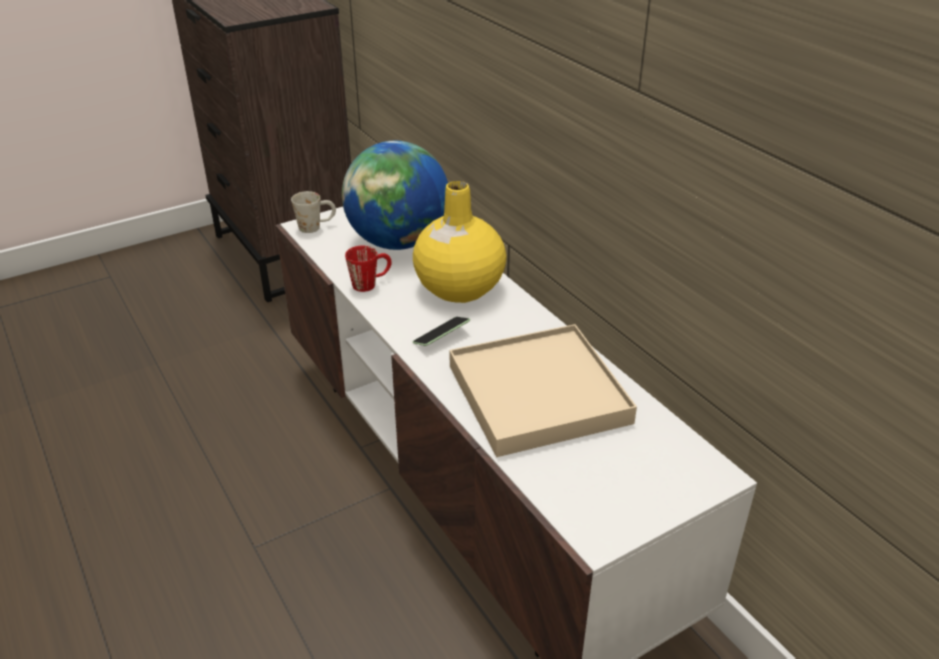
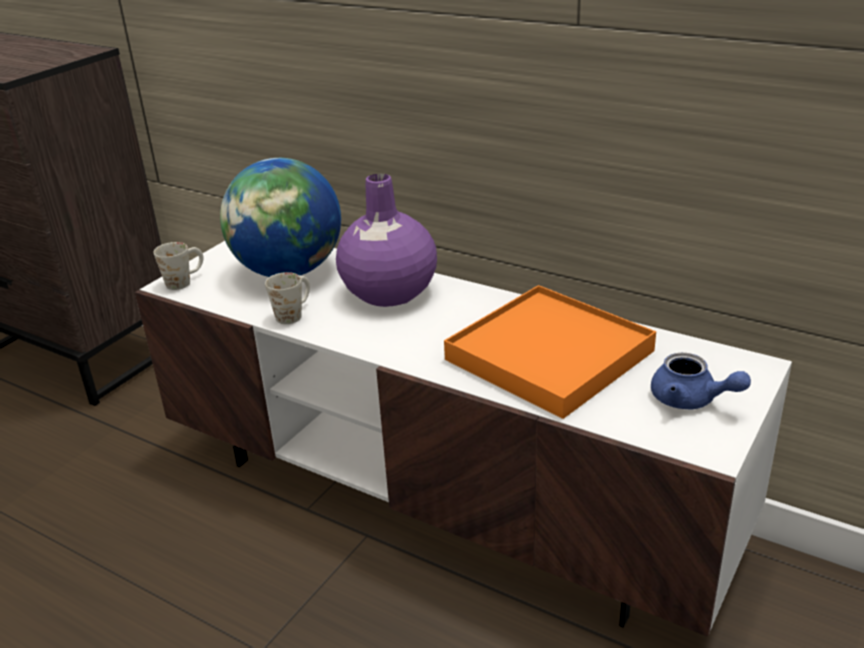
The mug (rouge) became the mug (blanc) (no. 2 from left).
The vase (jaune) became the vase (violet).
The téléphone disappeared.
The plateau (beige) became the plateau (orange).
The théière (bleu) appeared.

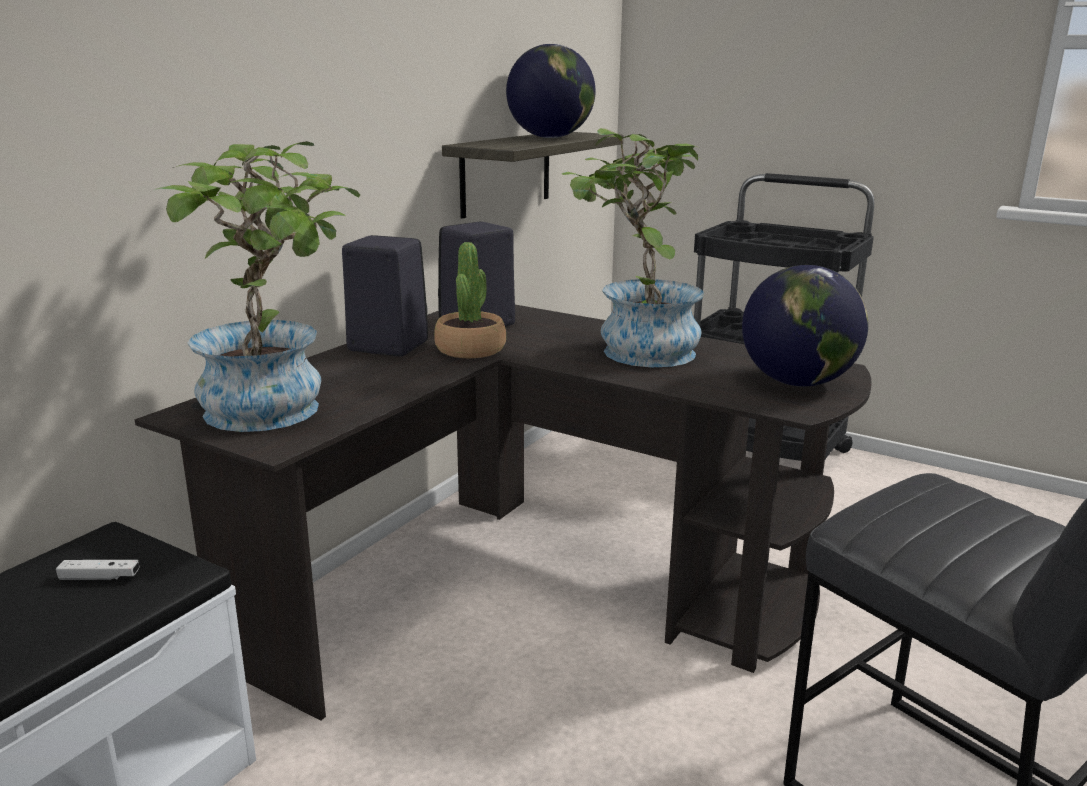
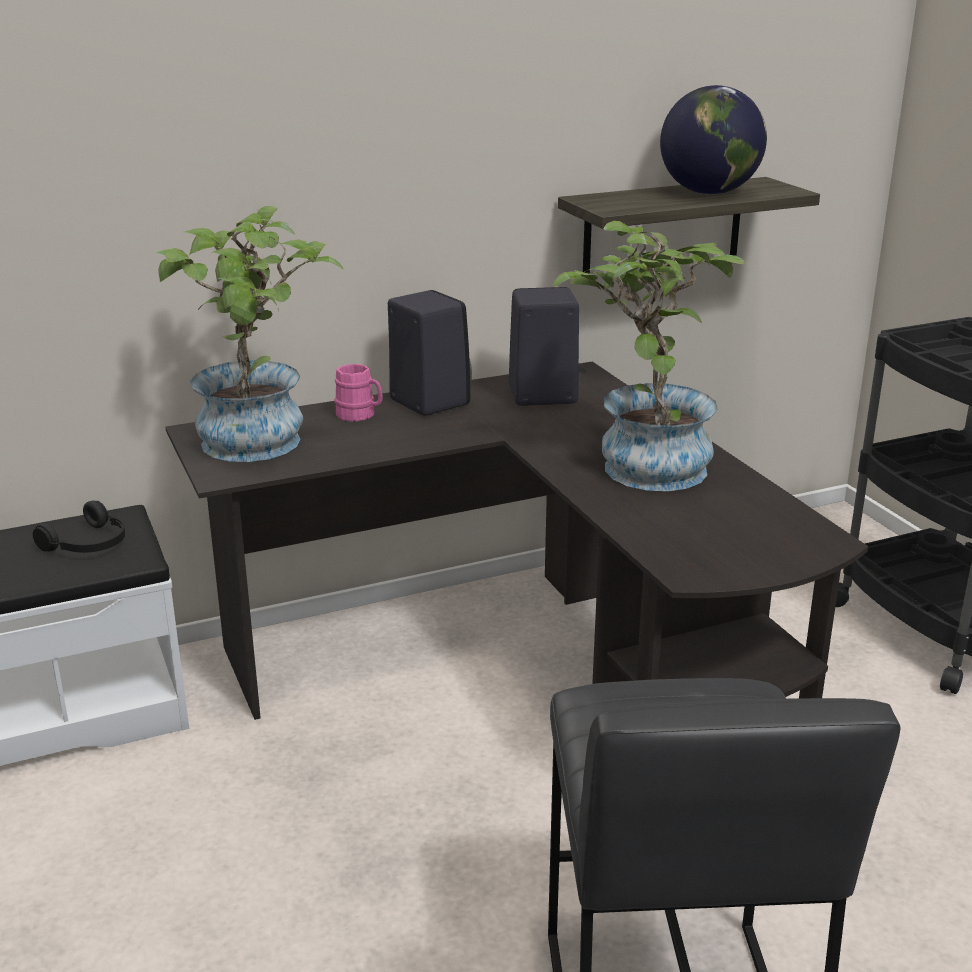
The manette (blanc) was replaced by the casque audio (noir).
The plante en pot (no. 2 from left) disappeared.
The globe (no. 2 from left) disappeared.
The mug (rose) appeared.

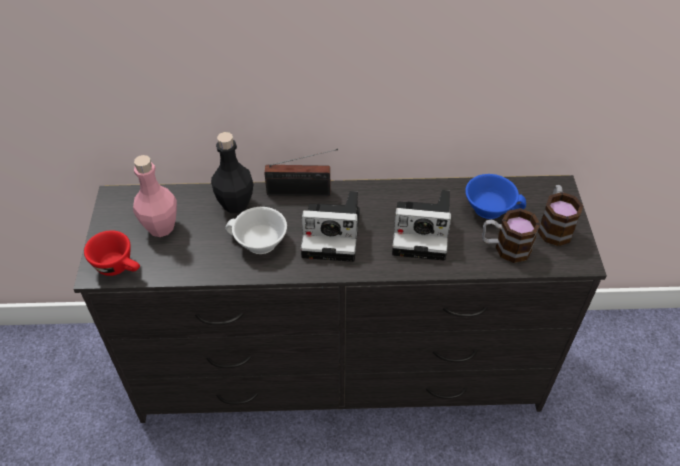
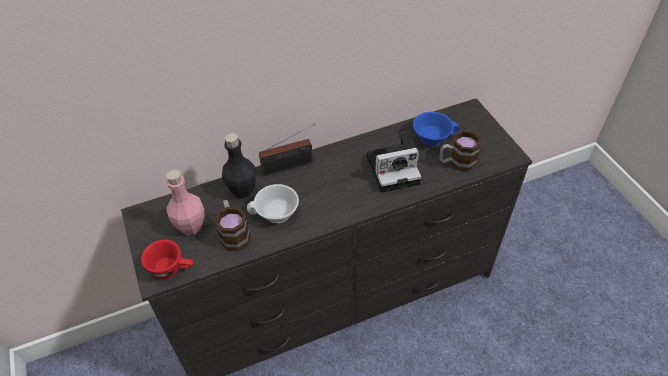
The appareil photo (no. 1 from left) disappeared.
The mug (no. 2 from left in the first image) moved.

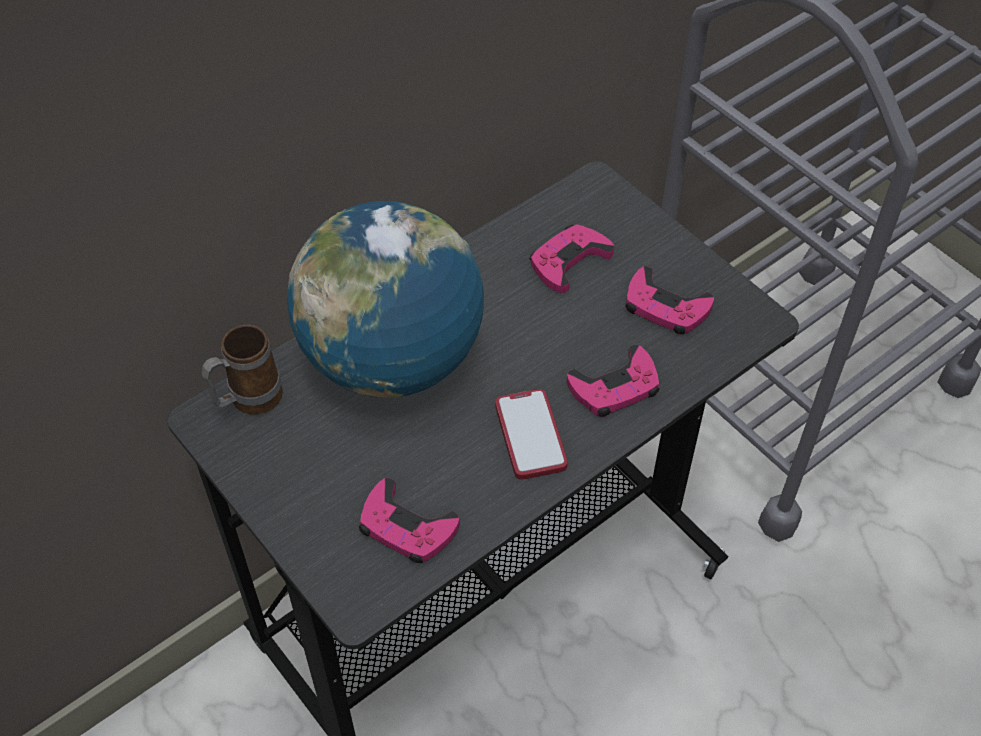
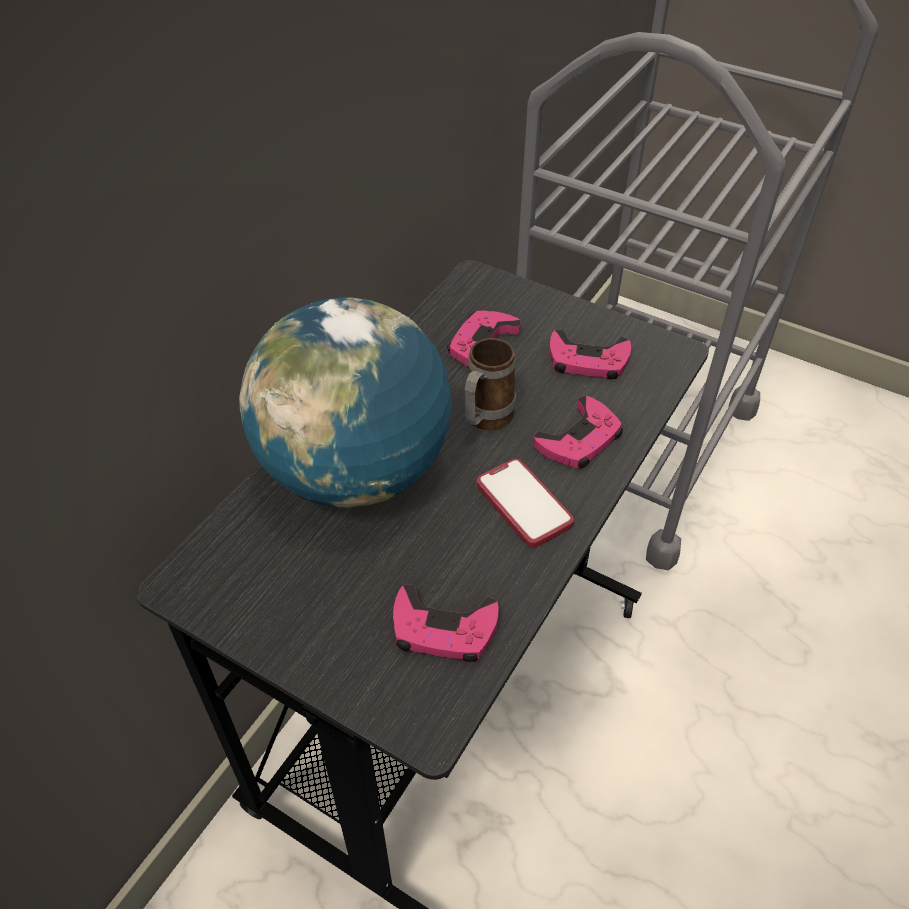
The mug moved.

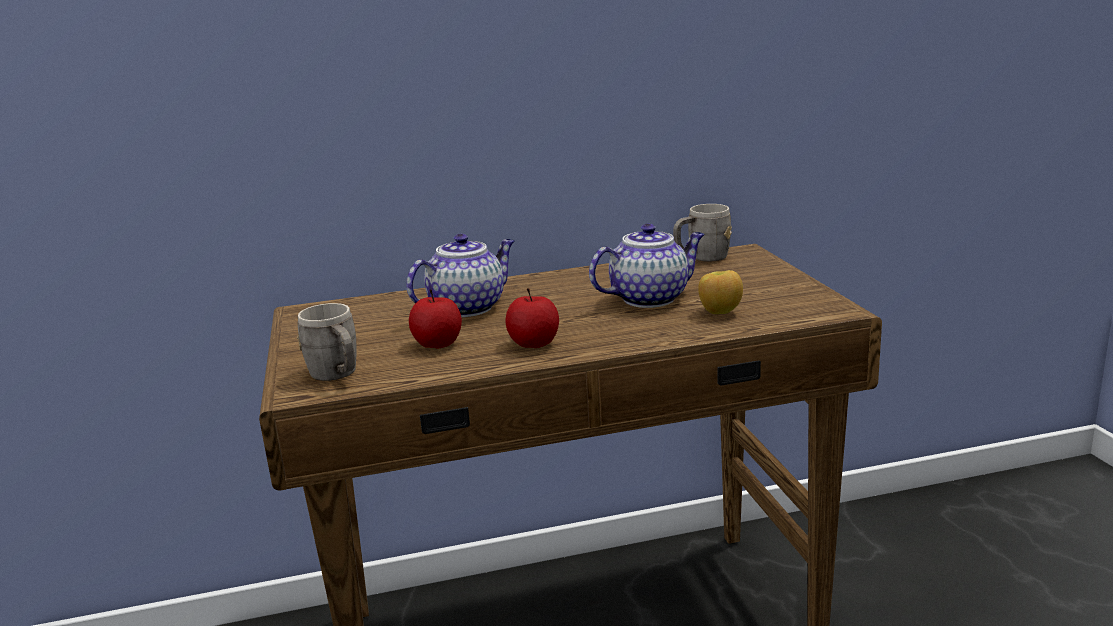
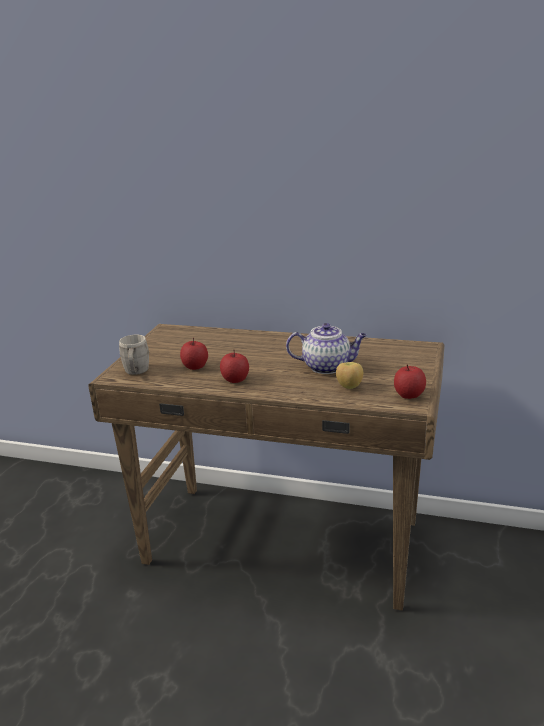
The théière (no. 1 from left) disappeared.
The mug (gris) (no. 2 from left) disappeared.
The pomme (no. 4 from left) appeared.

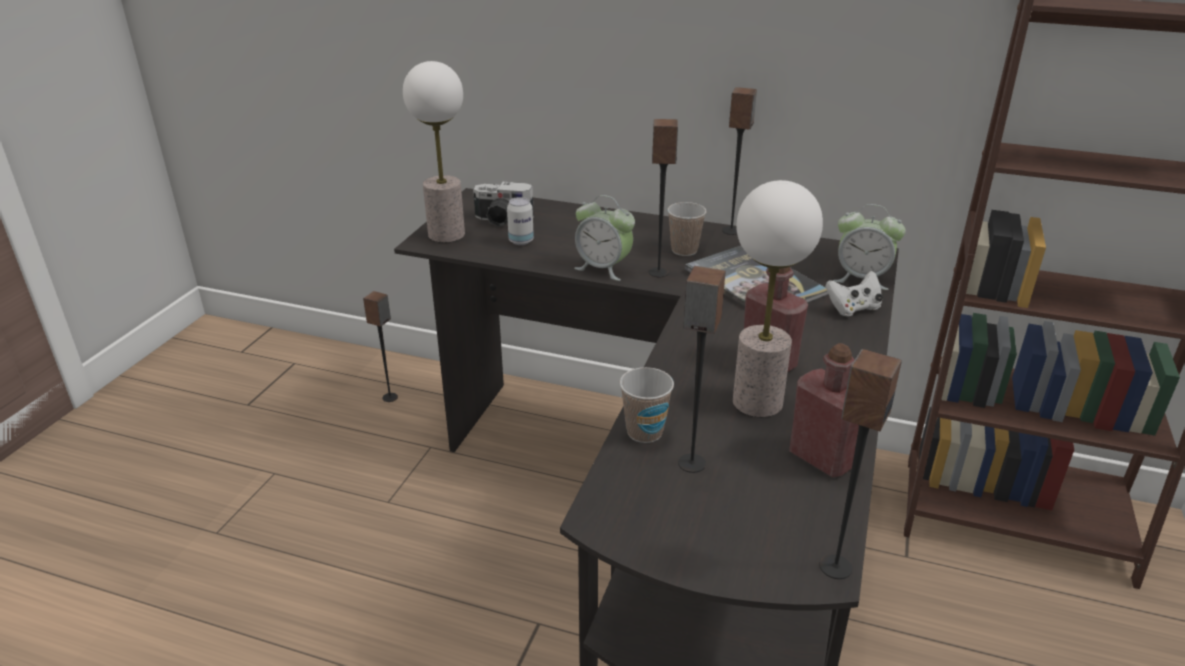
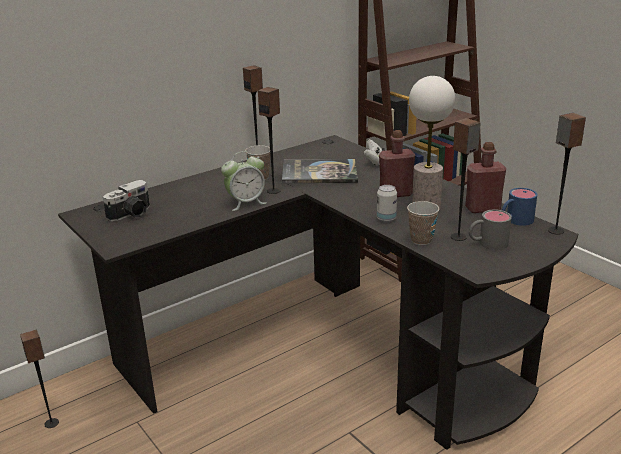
The lampe de table (no. 1 from left) disappeared.
The boîte métallique moved.
The réveil (no. 2 from left) disappeared.
The mug (gris) appeared.
The mug (bleu) appeared.

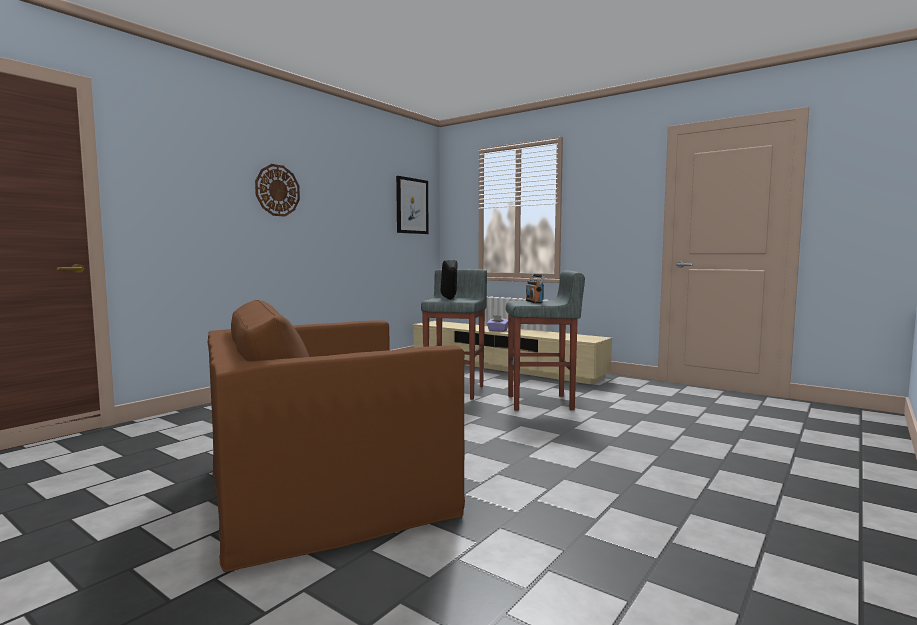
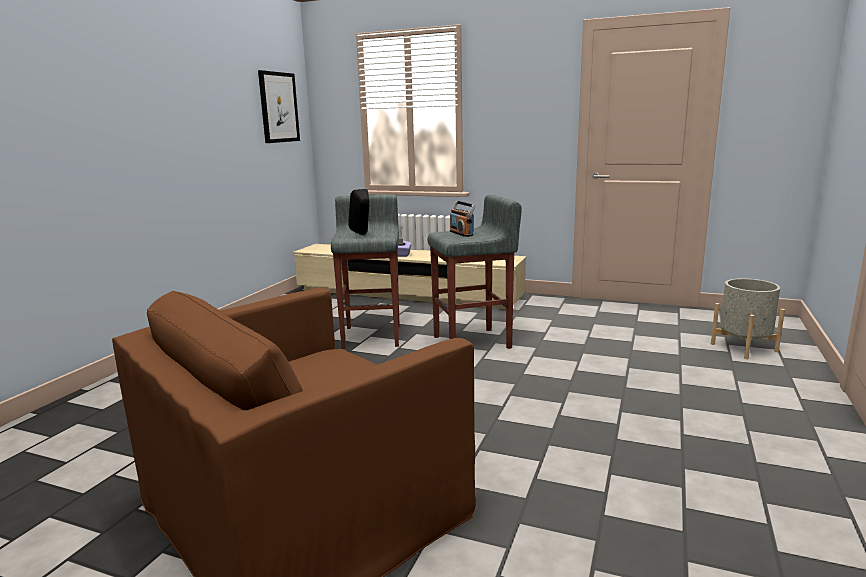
The horloge murale disappeared.
The cache-pot (gris) appeared.

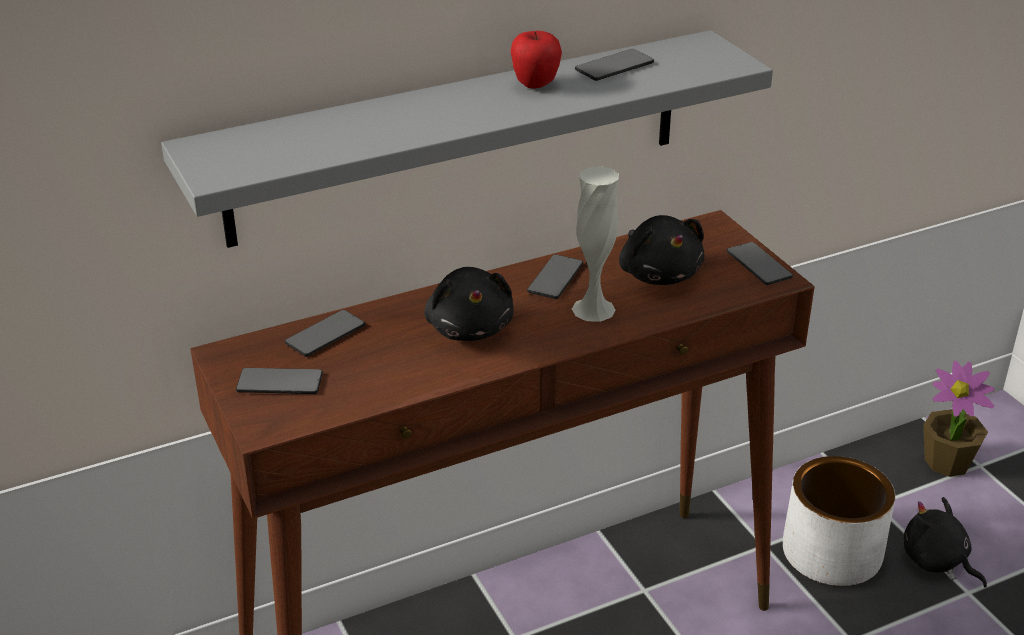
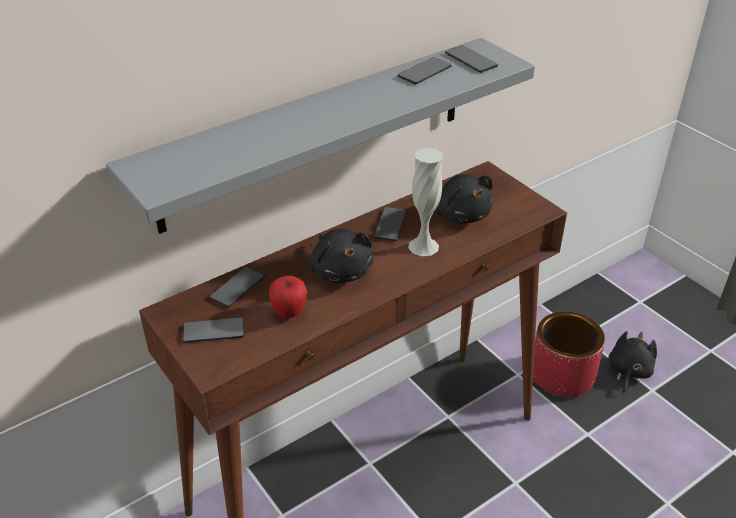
The pomme moved.
The téléphone (no. 5 from left) moved.
The cache-pot (blanc) became the cache-pot (rouge).
The peluche (noir) (no. 3 from left) turned 75 degrees clockwise.
The plante en pot disappeared.

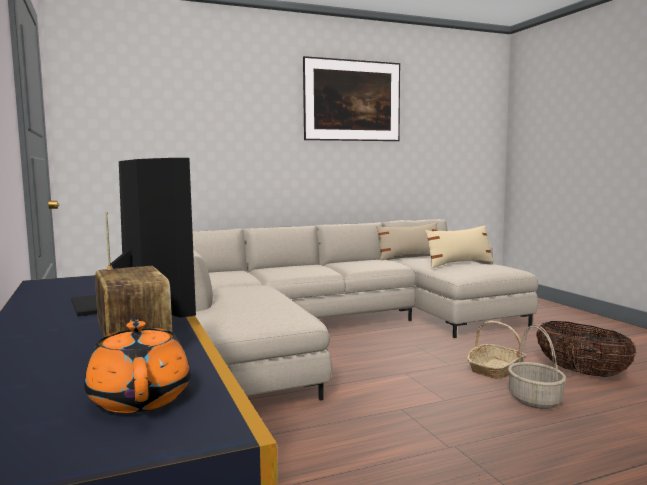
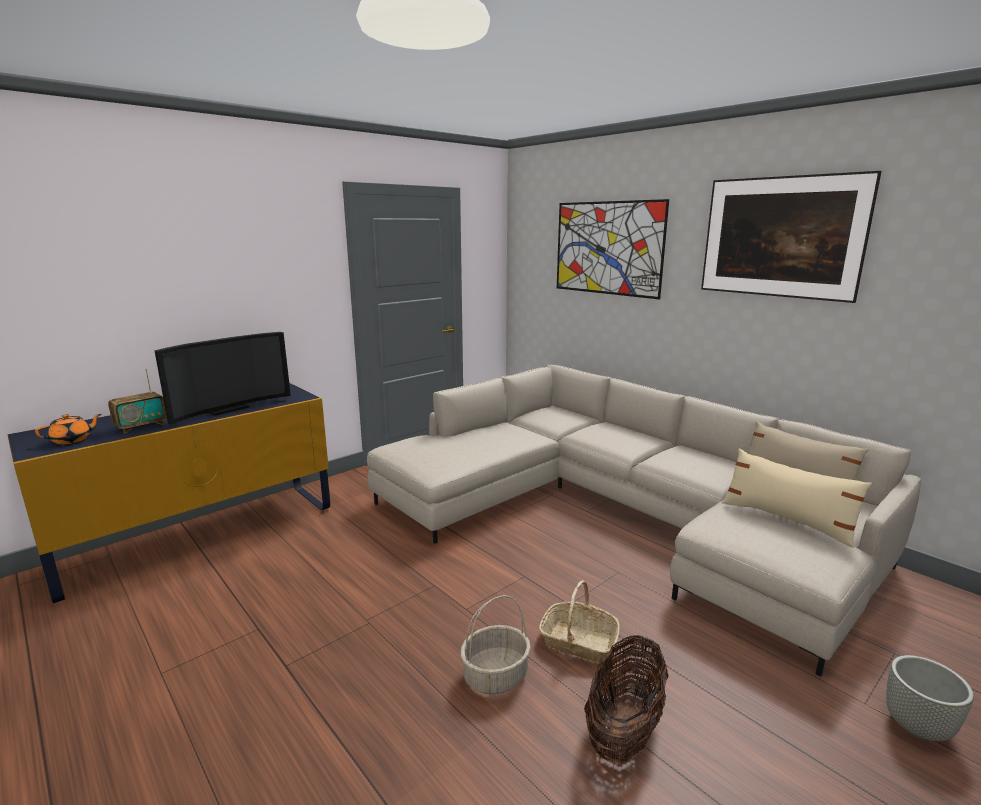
The tableau (no. 1 from left) appeared.
The cache-pot (gris) appeared.

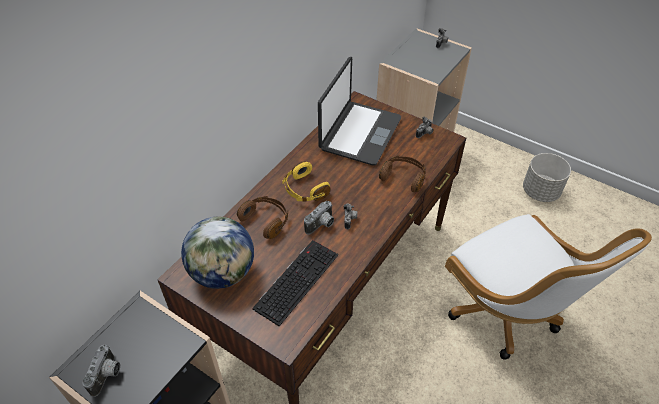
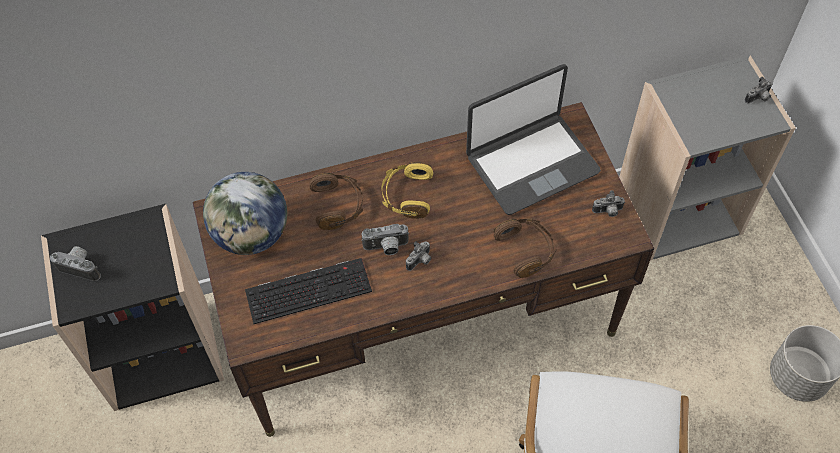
The appareil photo (no. 1 from left) turned 120 degrees counterclockwise.

